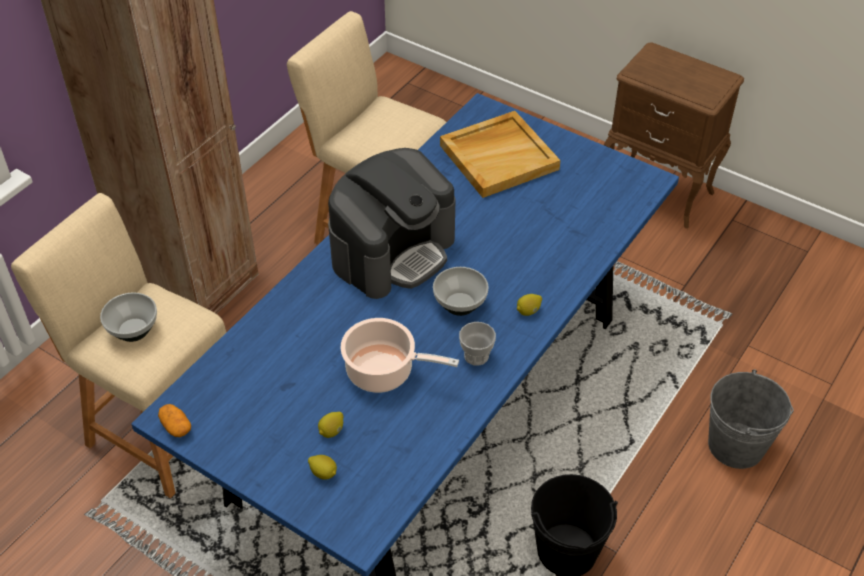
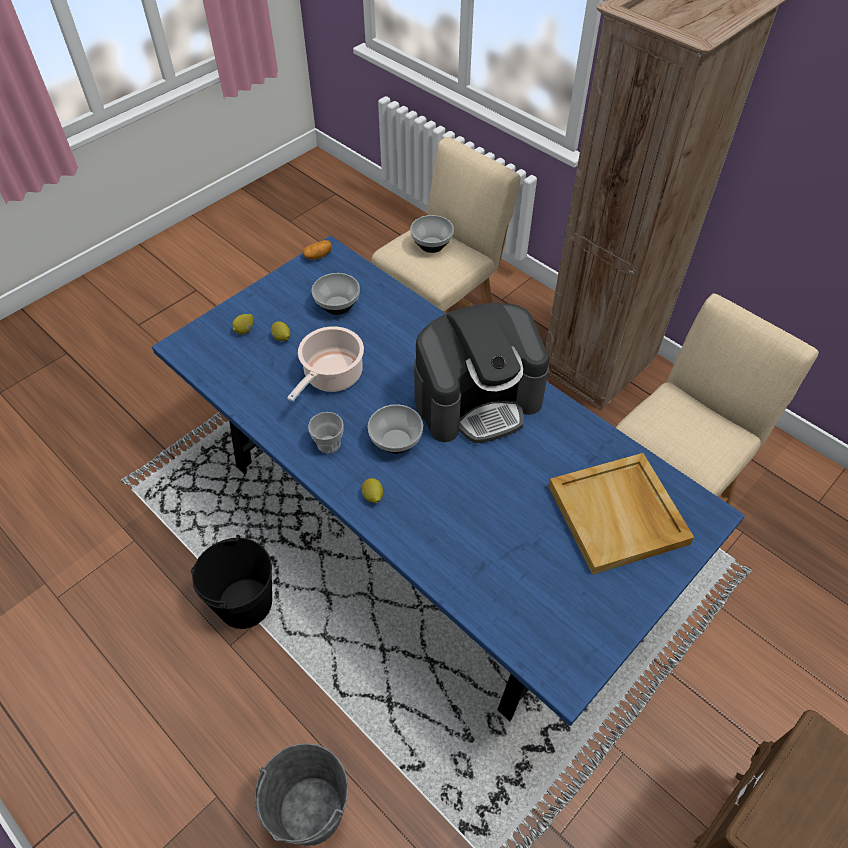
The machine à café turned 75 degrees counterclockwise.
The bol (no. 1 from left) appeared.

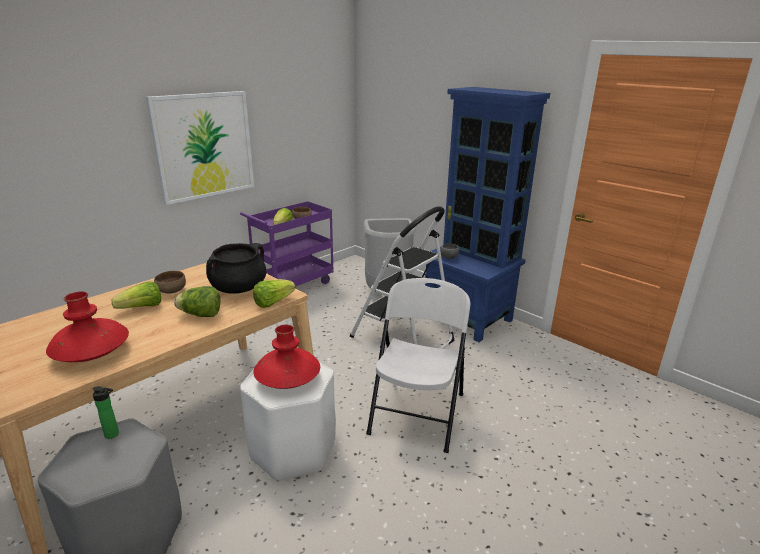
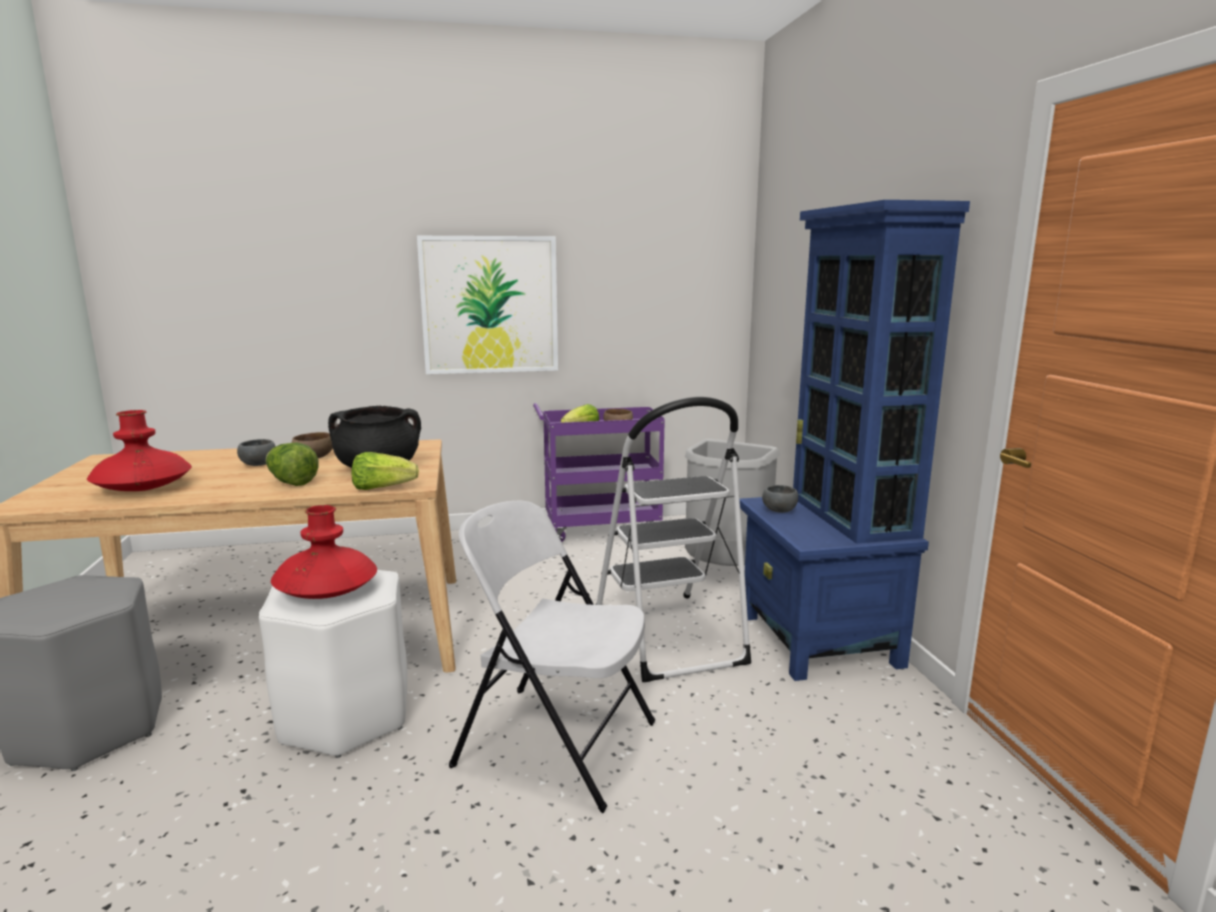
The bouteille disappeared.
The laitue (no. 1 from left) was replaced by the bol (gris) (no. 1 from left).
The chaise (blanc) turned 120 degrees counterclockwise.

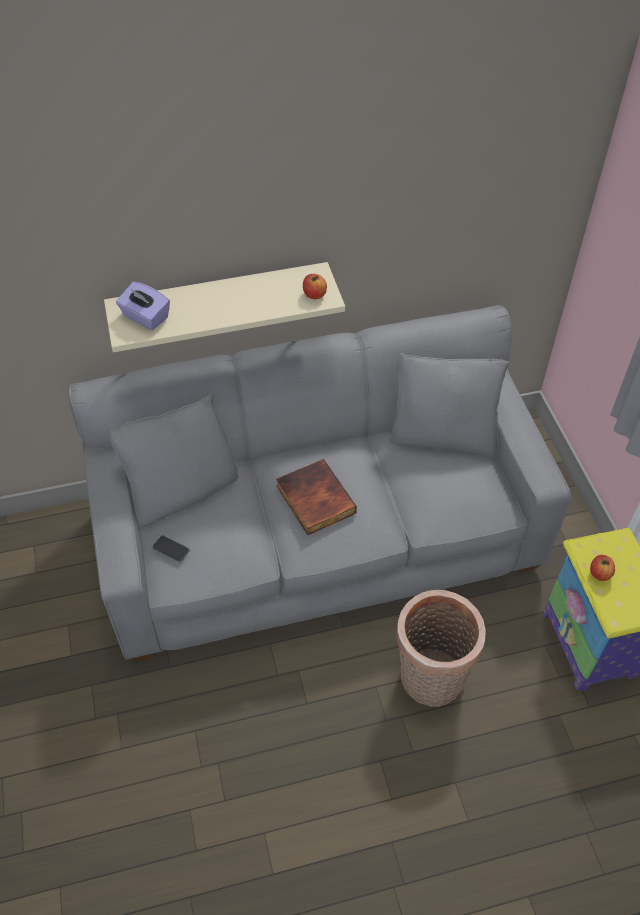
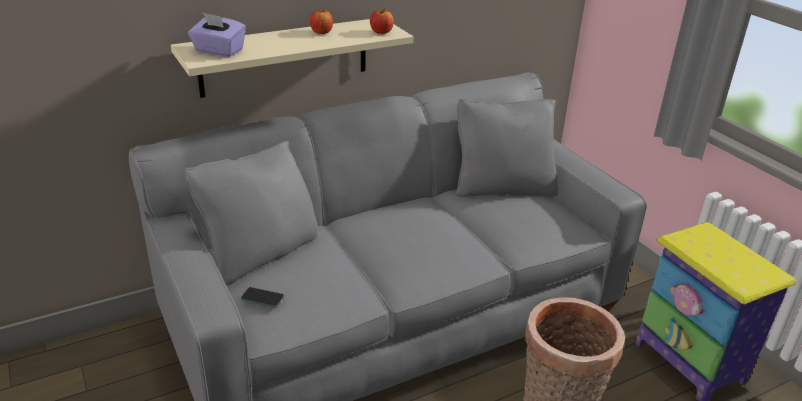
The livre disappeared.
The pomme (no. 2 from left in the first image) moved.

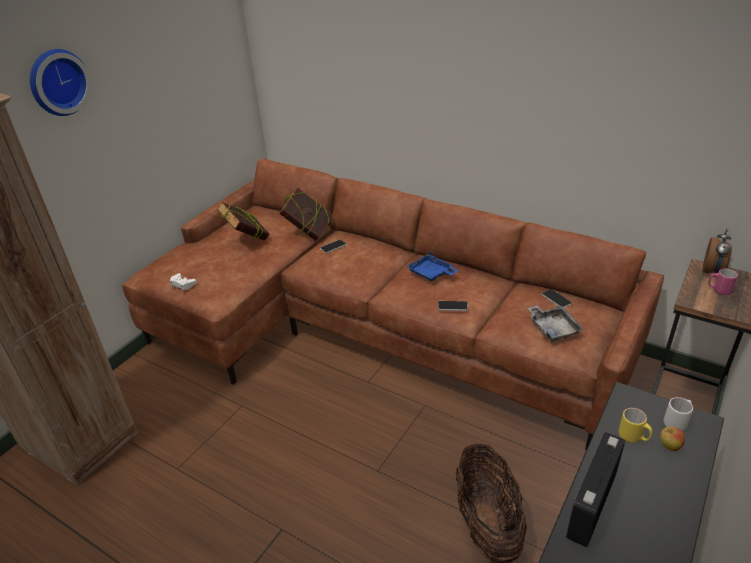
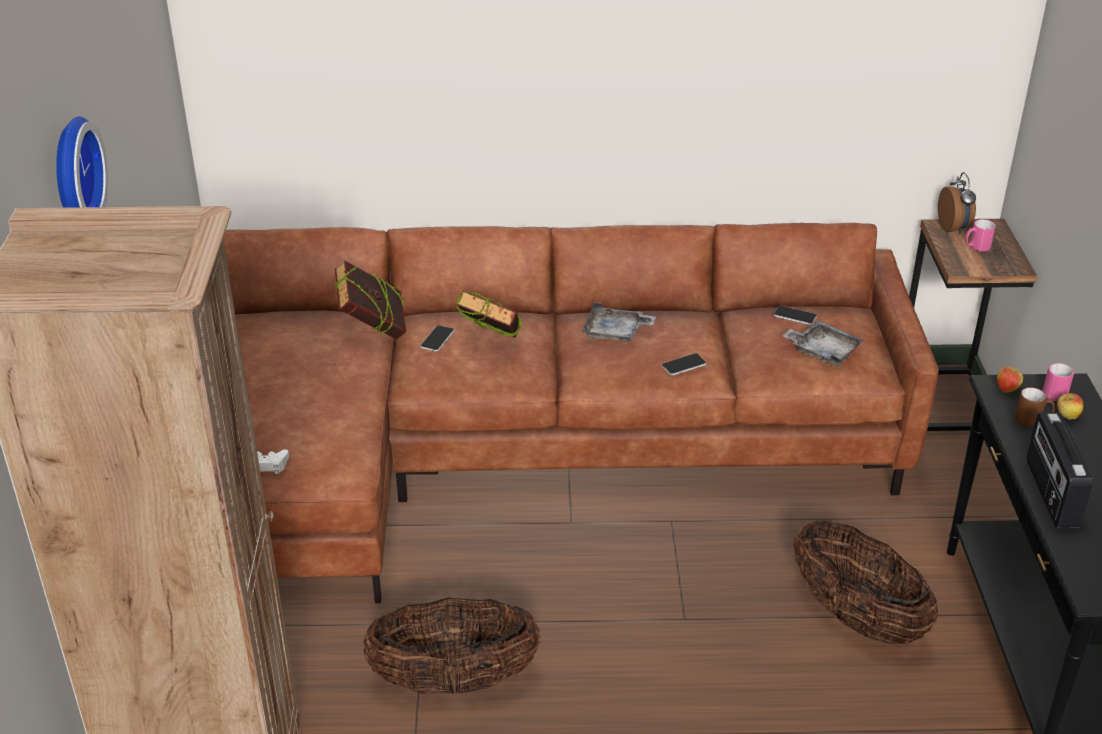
The livre (no. 1 from left in the first image) moved.
The plateau (bleu) became the plateau (gris) (no. 1 from left).
The mug (jaune) became the mug (marron).
The mug (blanc) became the mug (rose) (no. 2 from left).
The panier (no. 1 from left) appeared.
The pomme (no. 1 from left) appeared.

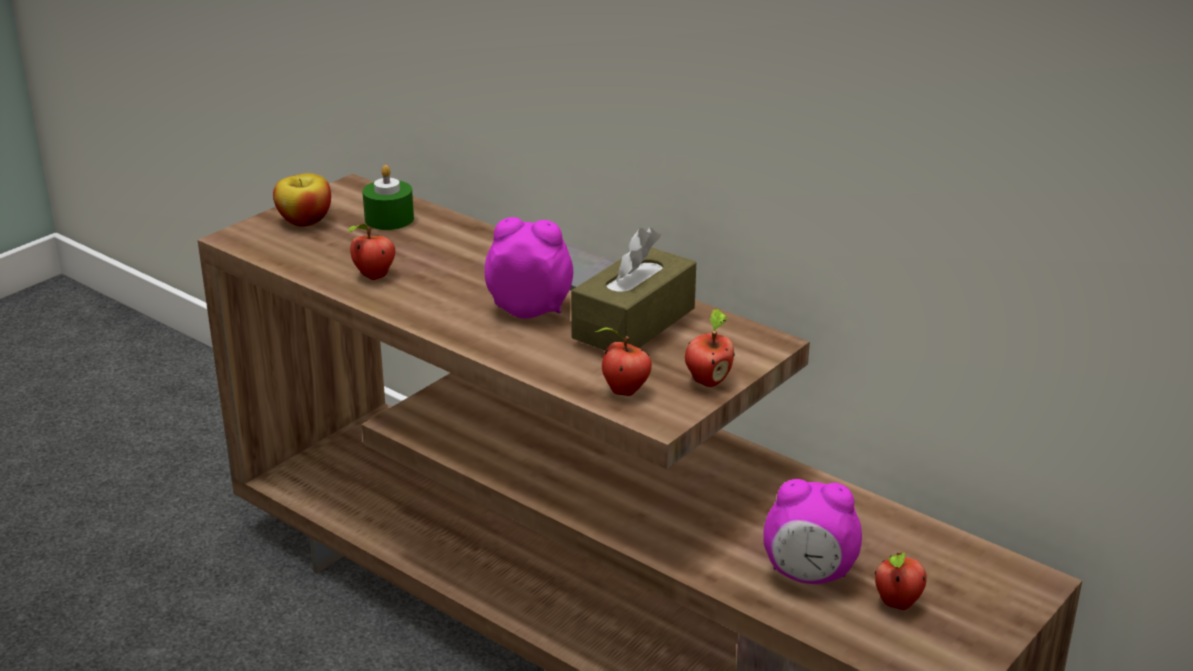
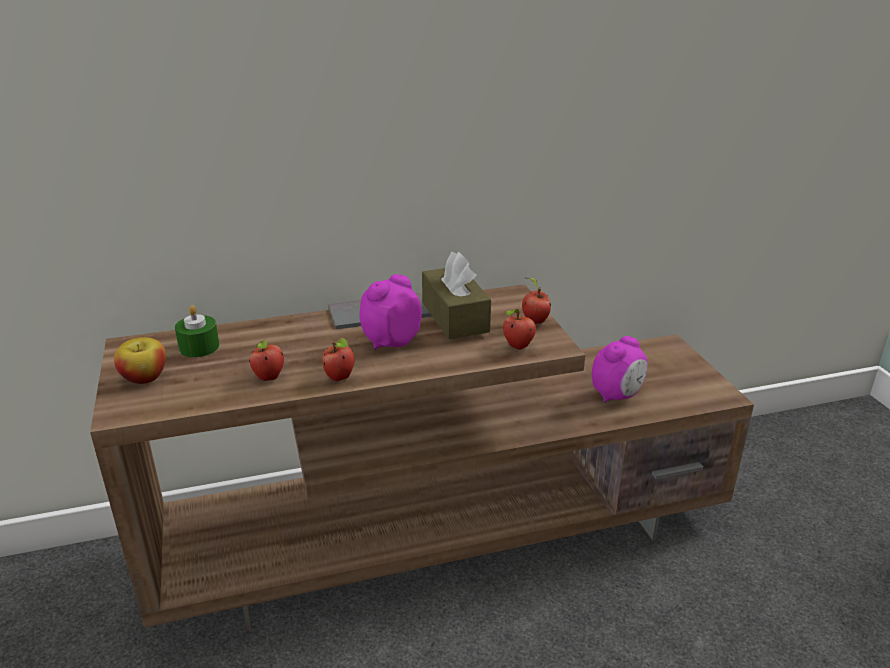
The pomme (no. 5 from left in the first image) moved.

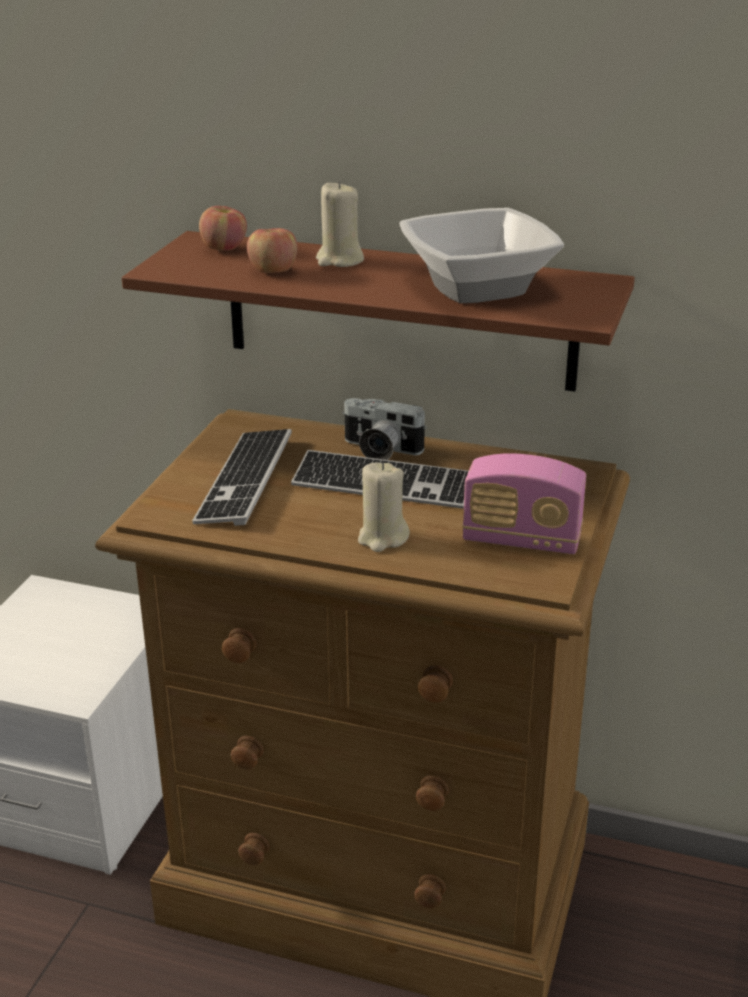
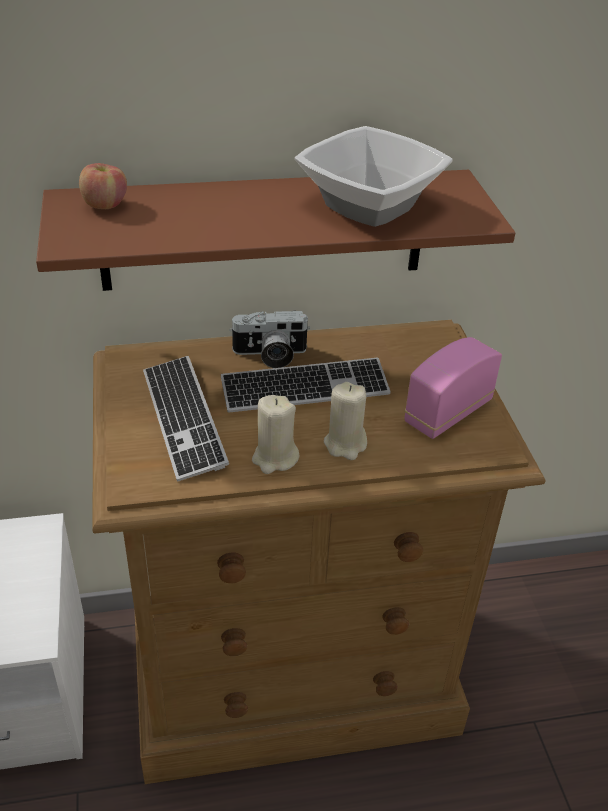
The pomme (no. 2 from left) disappeared.
The bougie (beige) (no. 1 from left) moved.
The radio turned 150 degrees clockwise.

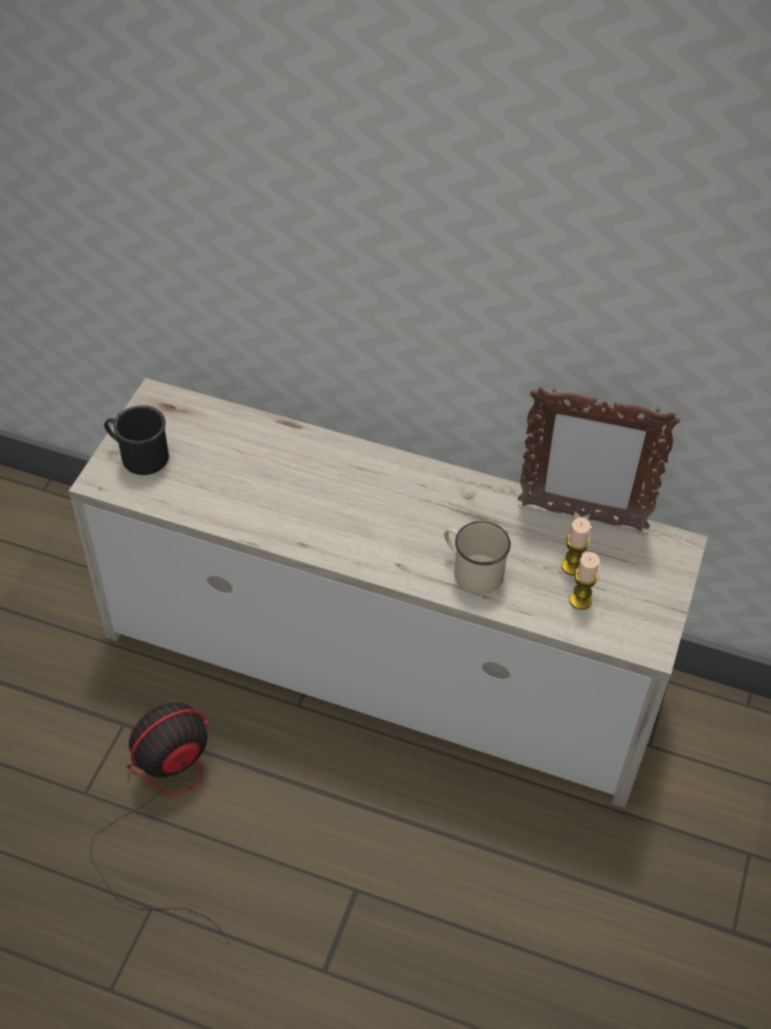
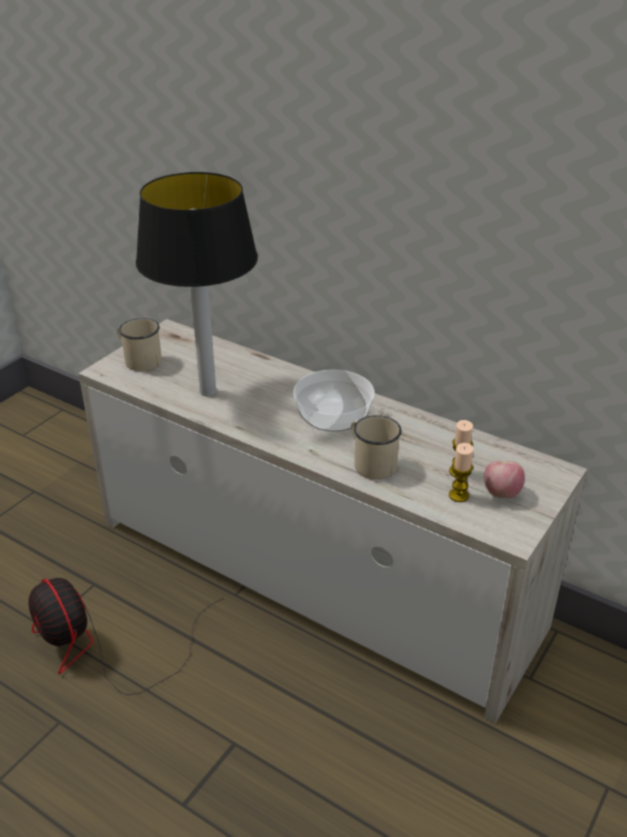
The ventilateur turned 105 degrees counterclockwise.
The mug (noir) became the mug (beige) (no. 1 from left).
The cadre photo disappeared.
The lampe de table appeared.
The bol appeared.
The pomme appeared.

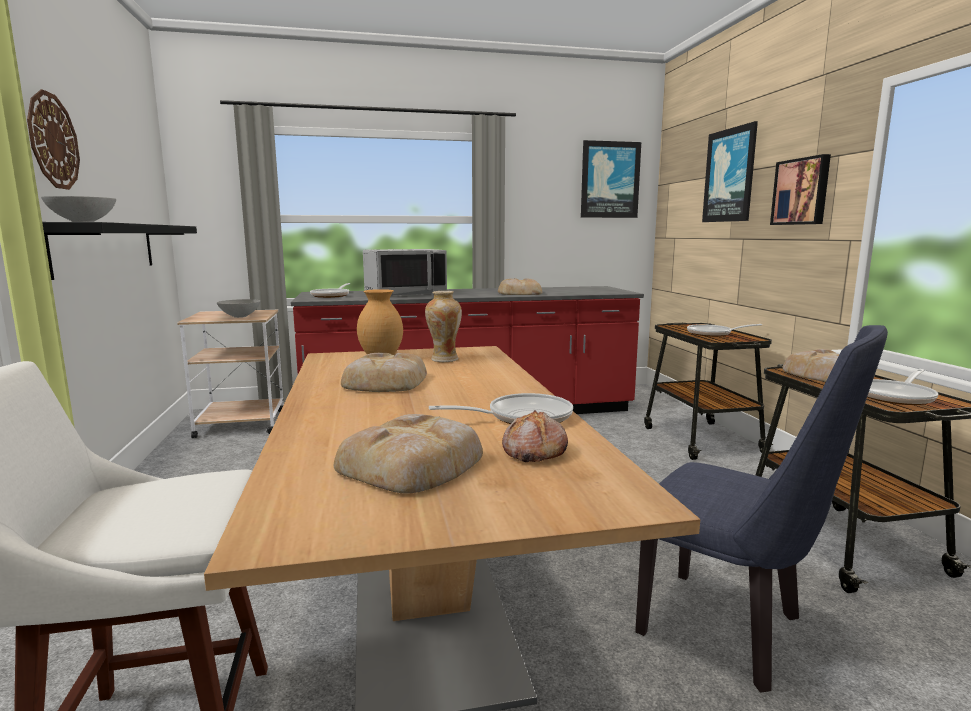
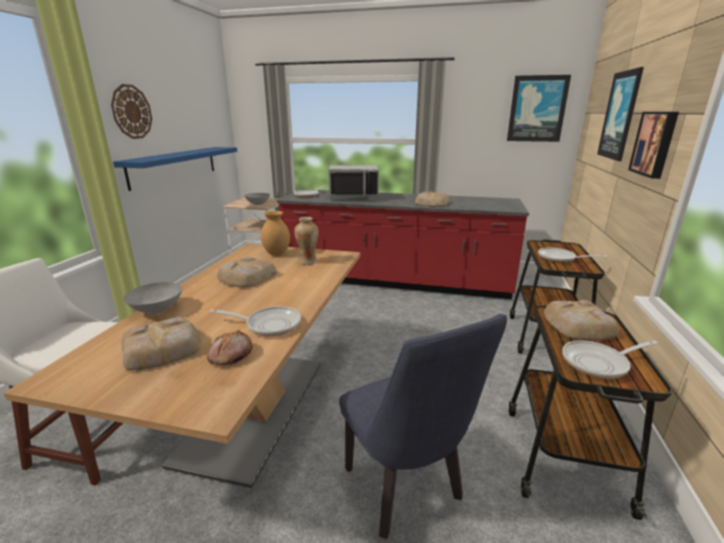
The bol (gris) (no. 1 from left) moved.
The étagère (noir) became the étagère (bleu).

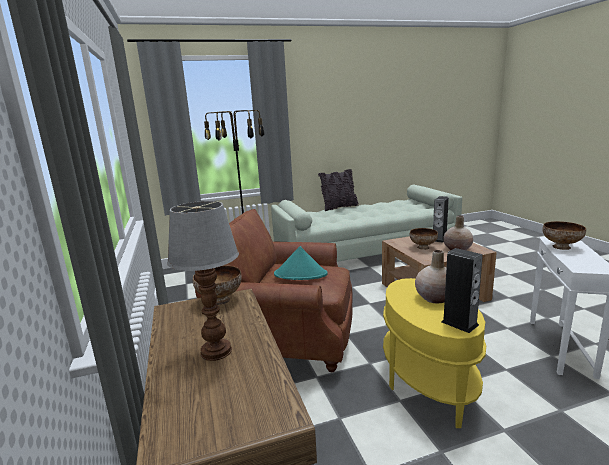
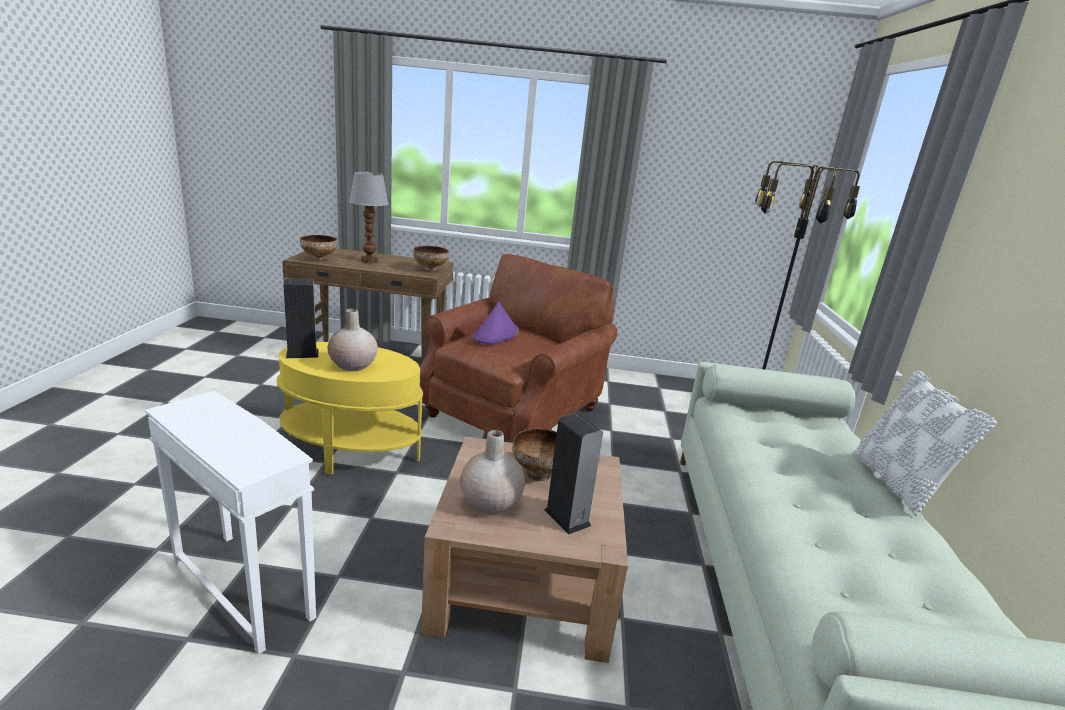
The chapeau (turquoise) became the chapeau (violet).
The coussin (noir) became the coussin (blanc).
The bol (no. 3 from left in the first image) moved.

